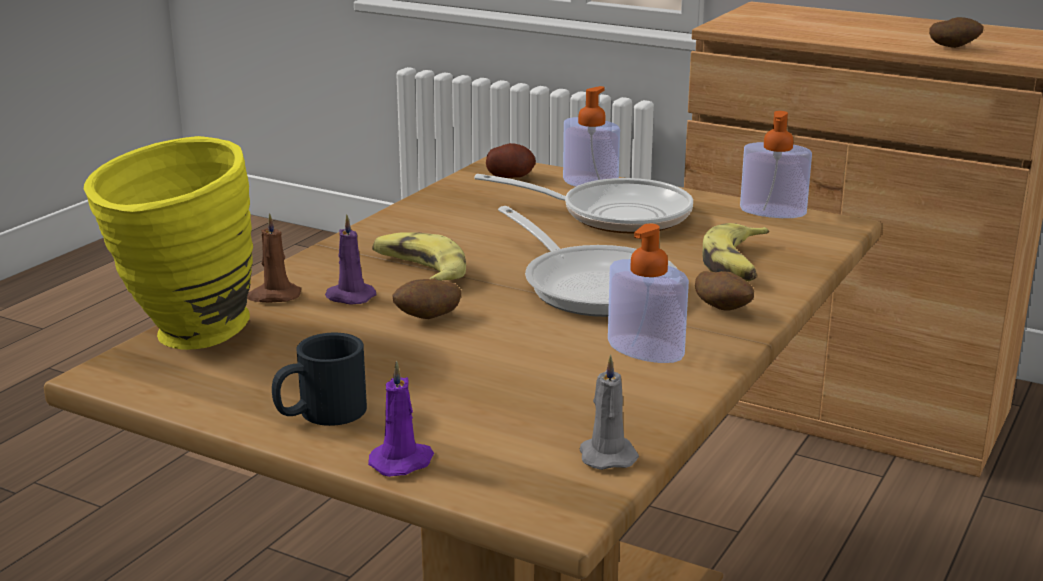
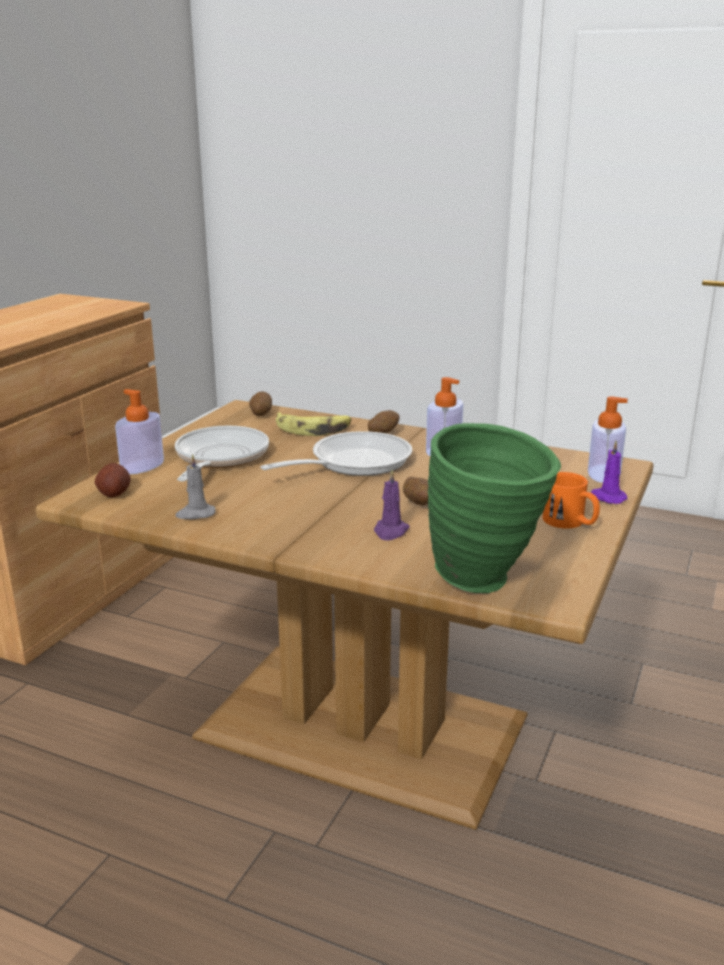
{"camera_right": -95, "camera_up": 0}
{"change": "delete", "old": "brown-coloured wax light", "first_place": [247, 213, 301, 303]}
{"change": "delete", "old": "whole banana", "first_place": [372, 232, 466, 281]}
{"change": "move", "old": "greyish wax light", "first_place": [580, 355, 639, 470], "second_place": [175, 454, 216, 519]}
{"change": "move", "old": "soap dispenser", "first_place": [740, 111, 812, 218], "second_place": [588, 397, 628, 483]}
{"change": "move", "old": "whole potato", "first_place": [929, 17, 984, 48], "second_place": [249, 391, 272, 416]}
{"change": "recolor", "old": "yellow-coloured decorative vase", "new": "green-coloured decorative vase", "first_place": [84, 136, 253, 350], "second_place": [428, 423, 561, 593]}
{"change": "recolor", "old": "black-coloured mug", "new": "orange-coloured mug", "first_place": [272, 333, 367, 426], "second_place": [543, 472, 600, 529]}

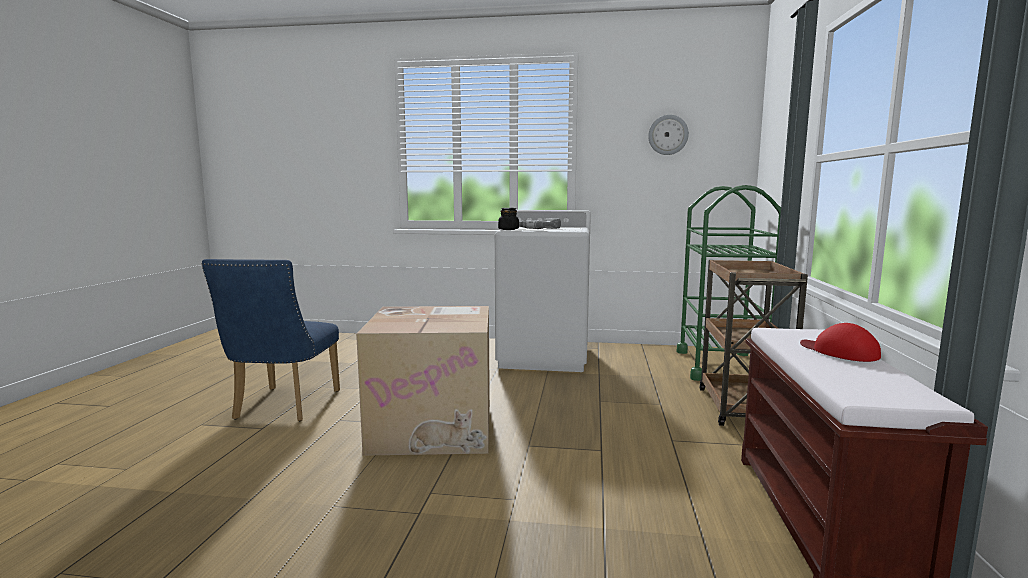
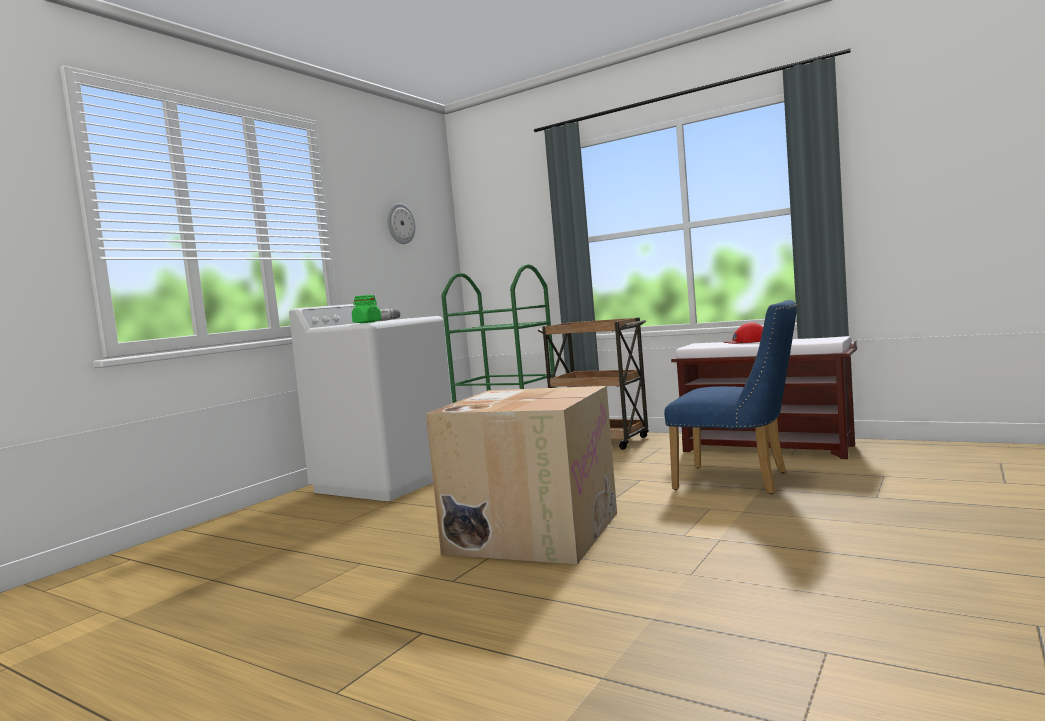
{"camera_right": -65, "camera_up": -5}
{"change": "move", "old": "blue-coloured plain chair", "first_place": [202, 259, 340, 421], "second_place": [664, 300, 797, 494]}
{"change": "recolor", "old": "black-coloured preserve jar", "new": "green-coloured preserve jar", "first_place": [498, 208, 519, 230], "second_place": [352, 295, 381, 324]}

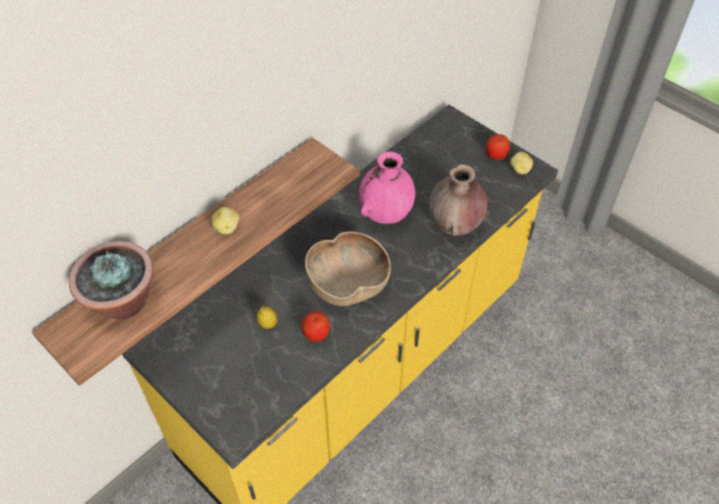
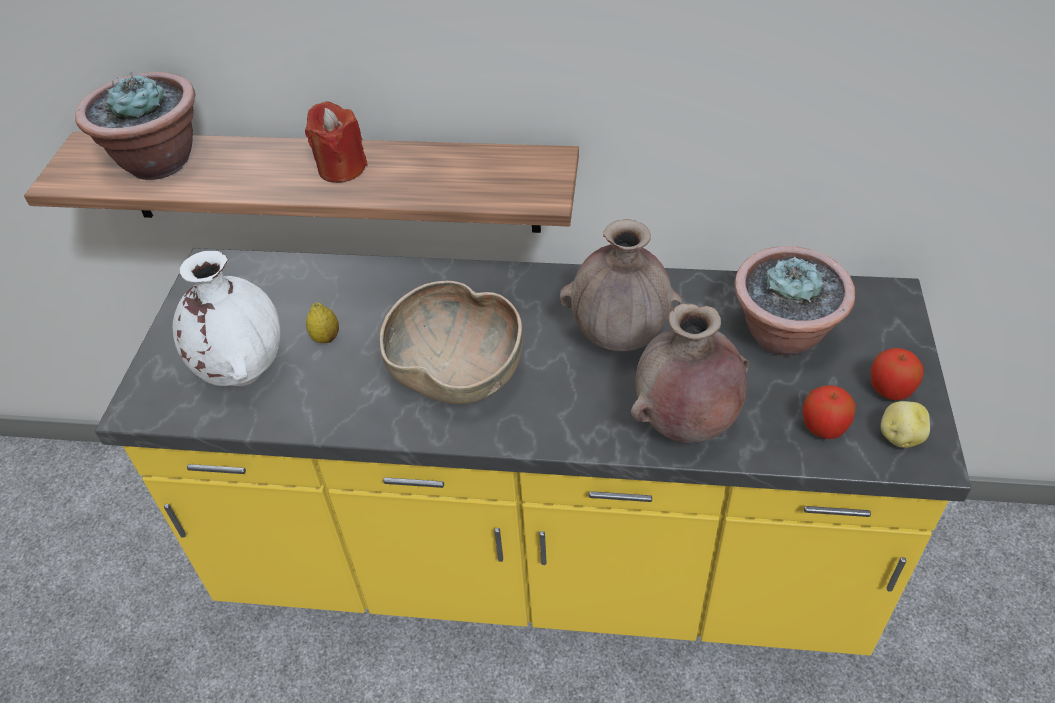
{"camera_right": 55, "camera_up": -5}
{"change": "insert", "new": "whitish decorative vase", "second_place": [173, 251, 280, 386]}
{"change": "insert", "new": "plant in a pot", "second_place": [734, 246, 855, 356]}
{"change": "move", "old": "apple fruit", "first_place": [301, 311, 330, 342], "second_place": [803, 385, 856, 439]}
{"change": "replace", "old": "whole potato", "new": "red-coloured wax light", "first_place": [212, 207, 239, 235], "second_place": [305, 101, 368, 183]}
{"change": "recolor", "old": "pinkish decorative vase", "new": "brown-coloured decorative vase", "first_place": [359, 152, 415, 224], "second_place": [560, 219, 683, 352]}

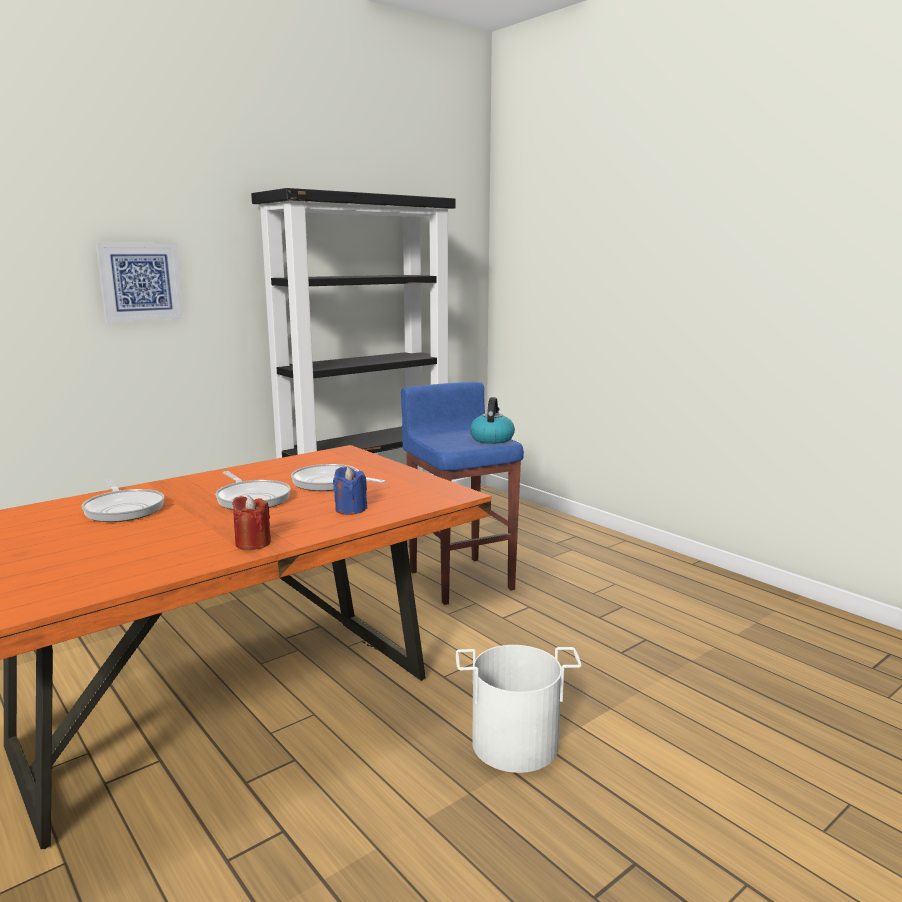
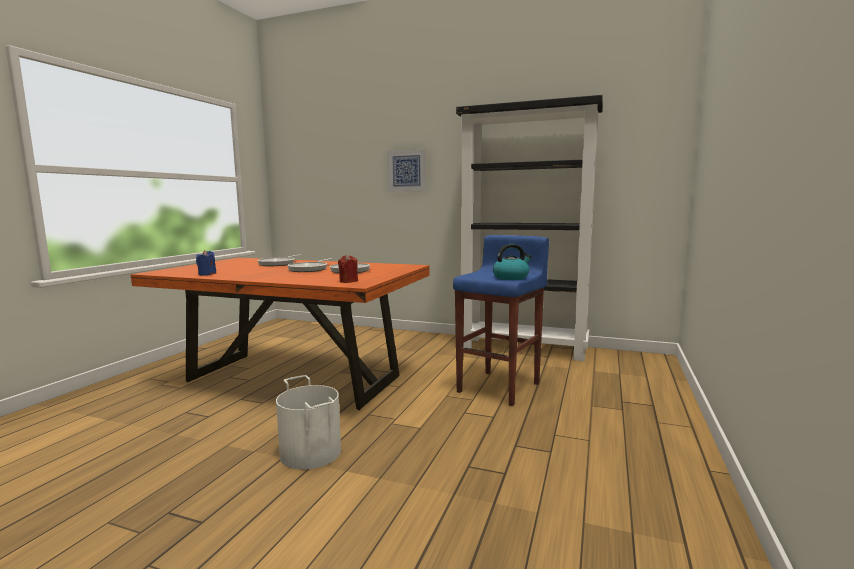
{"camera_right": 60, "camera_up": -5}
{"change": "move", "old": "red-coloured wax light", "first_place": [232, 496, 271, 550], "second_place": [338, 254, 358, 283]}
{"change": "move", "old": "blue-coloured wax light", "first_place": [333, 467, 367, 515], "second_place": [196, 250, 216, 275]}

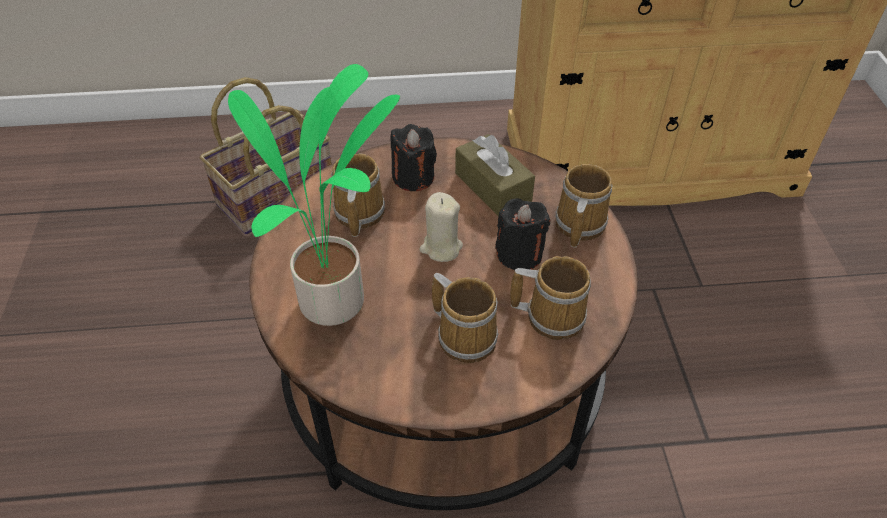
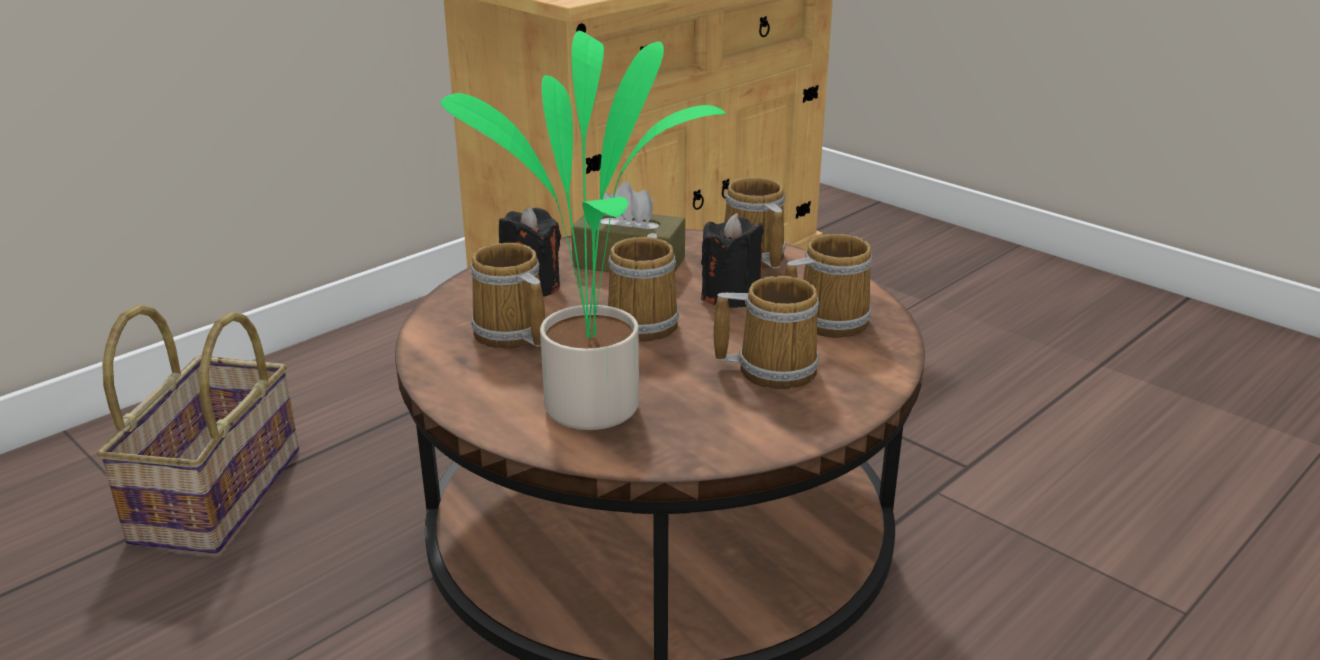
{"camera_right": -40, "camera_up": -20}
{"change": "replace", "old": "beige wax light", "new": "mug", "first_place": [420, 192, 463, 262], "second_place": [608, 233, 680, 342]}

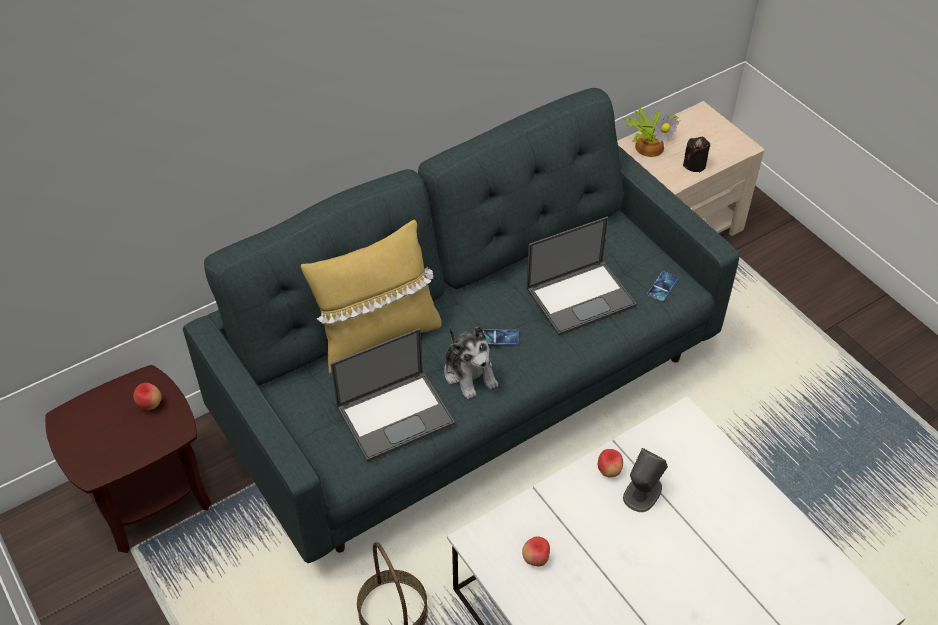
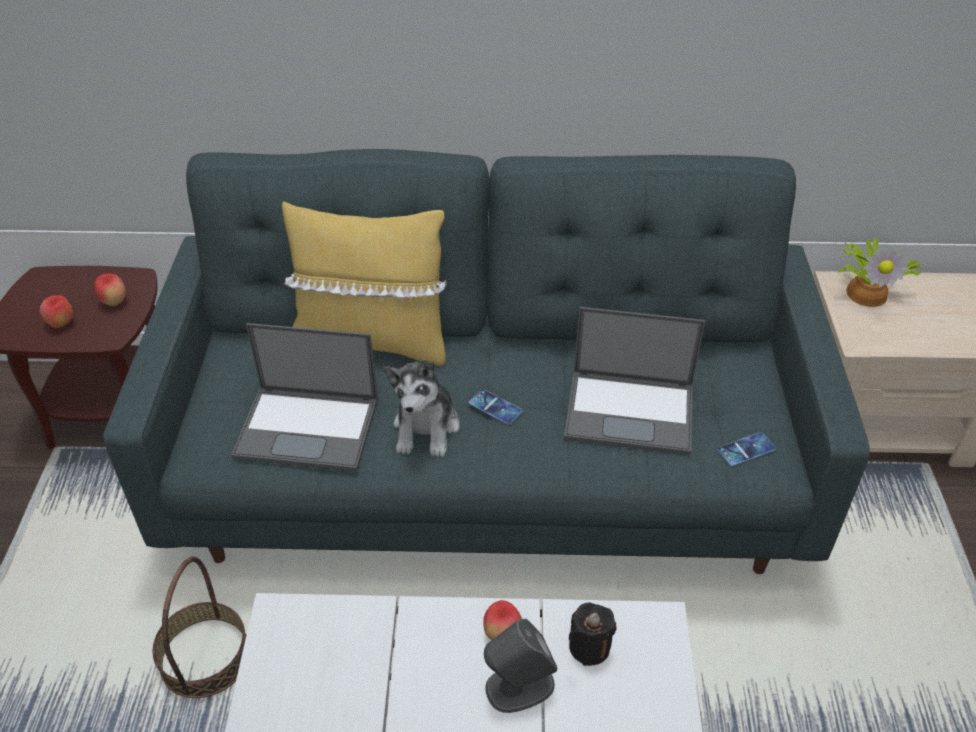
{"camera_right": 35, "camera_up": -5}
{"change": "move", "old": "apple fruit", "first_place": [522, 536, 550, 566], "second_place": [40, 295, 73, 328]}
{"change": "move", "old": "black-coloured wax light", "first_place": [683, 137, 710, 172], "second_place": [569, 603, 617, 666]}

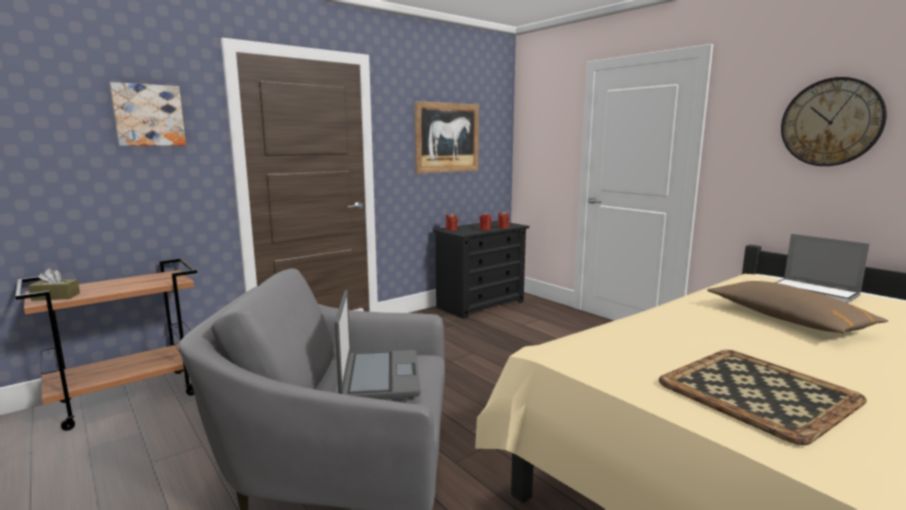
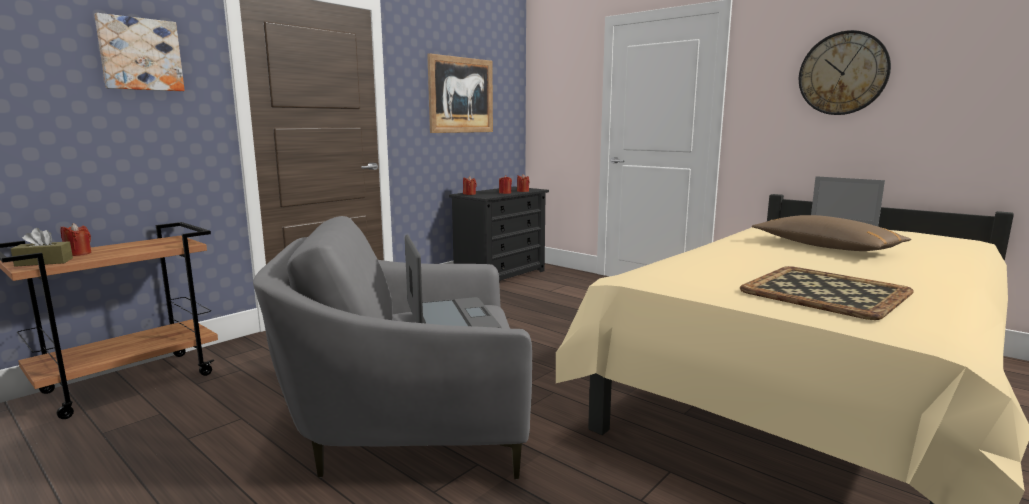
{"camera_right": -10, "camera_up": 0}
{"change": "insert", "new": "red-coloured wax light", "second_place": [60, 223, 92, 256]}

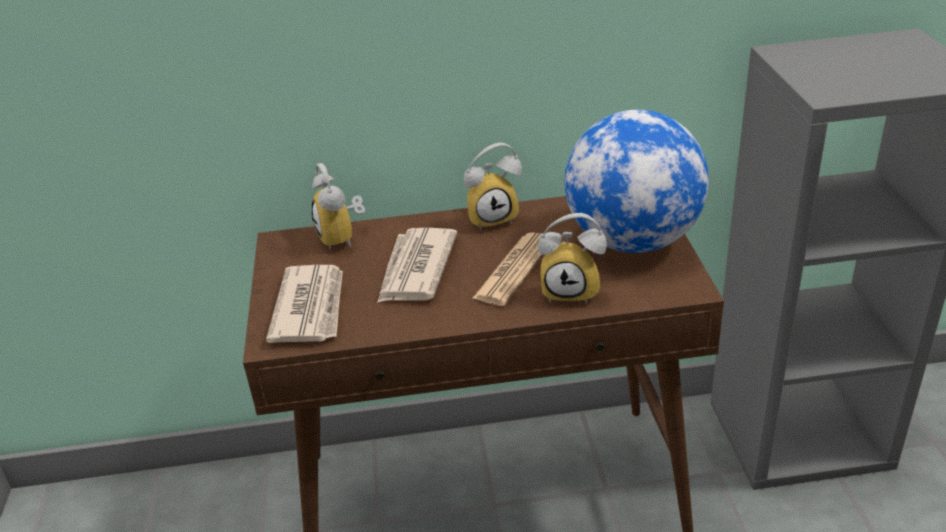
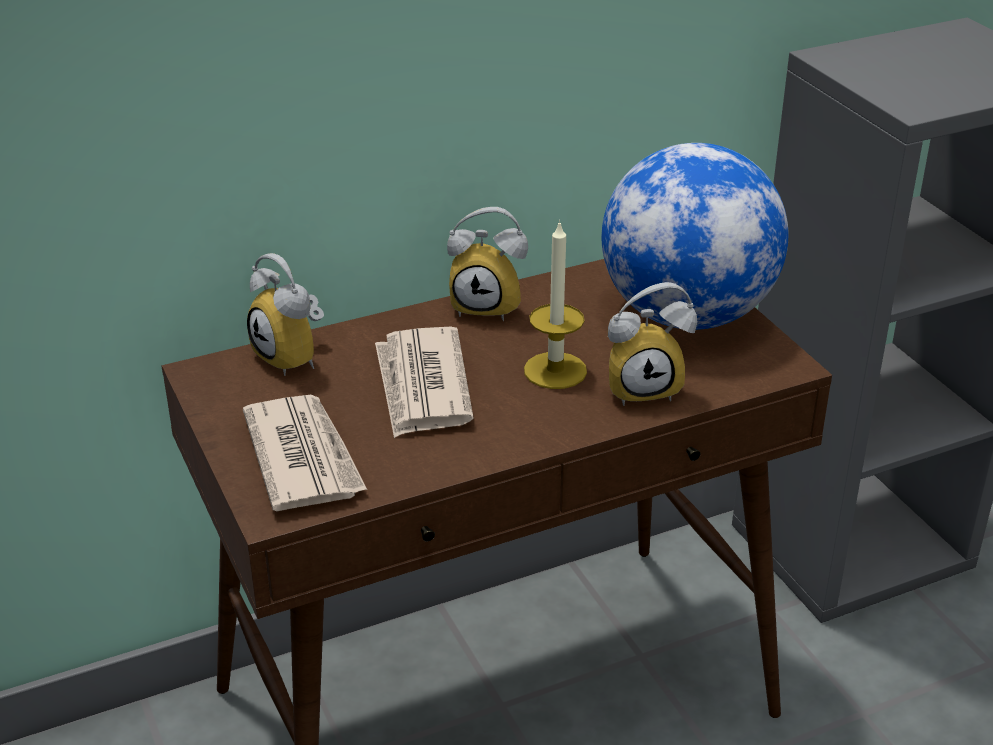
{"camera_right": -20, "camera_up": 0}
{"change": "replace", "old": "daily paper", "new": "wax light", "first_place": [472, 232, 542, 306], "second_place": [524, 220, 587, 389]}
{"change": "rotate", "old": "table clock", "first_place": [463, 143, 522, 231], "second_place": [447, 207, 528, 321], "degrees": 45}

